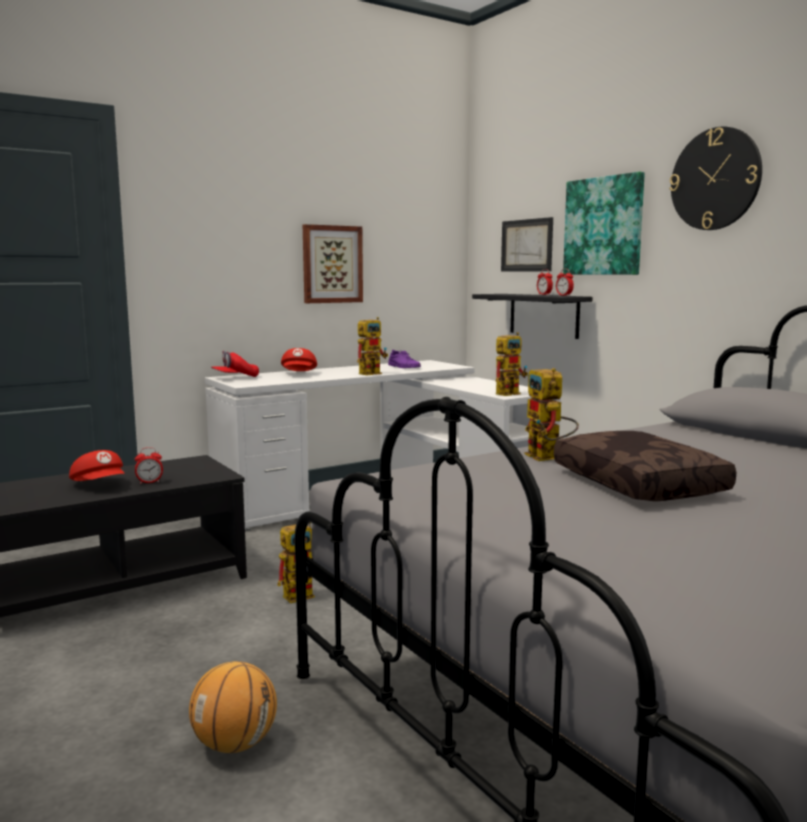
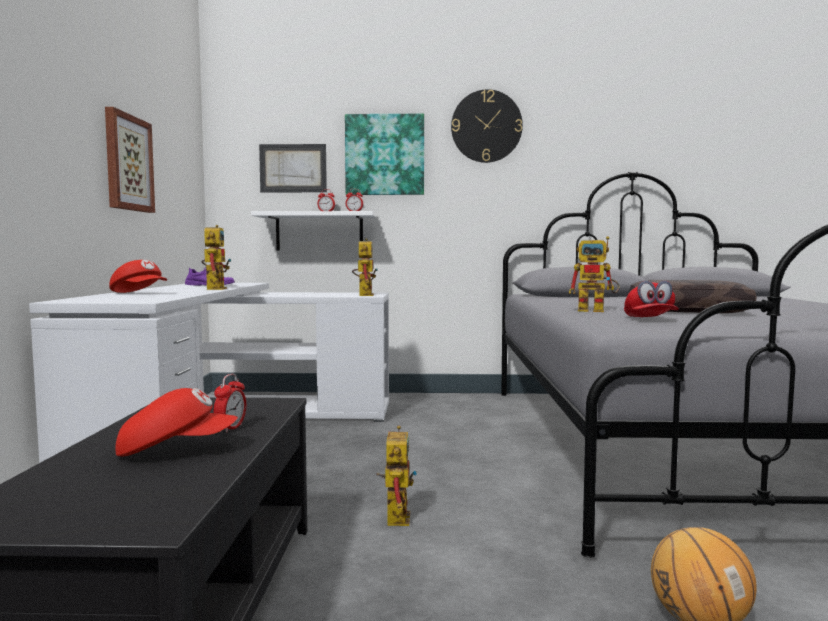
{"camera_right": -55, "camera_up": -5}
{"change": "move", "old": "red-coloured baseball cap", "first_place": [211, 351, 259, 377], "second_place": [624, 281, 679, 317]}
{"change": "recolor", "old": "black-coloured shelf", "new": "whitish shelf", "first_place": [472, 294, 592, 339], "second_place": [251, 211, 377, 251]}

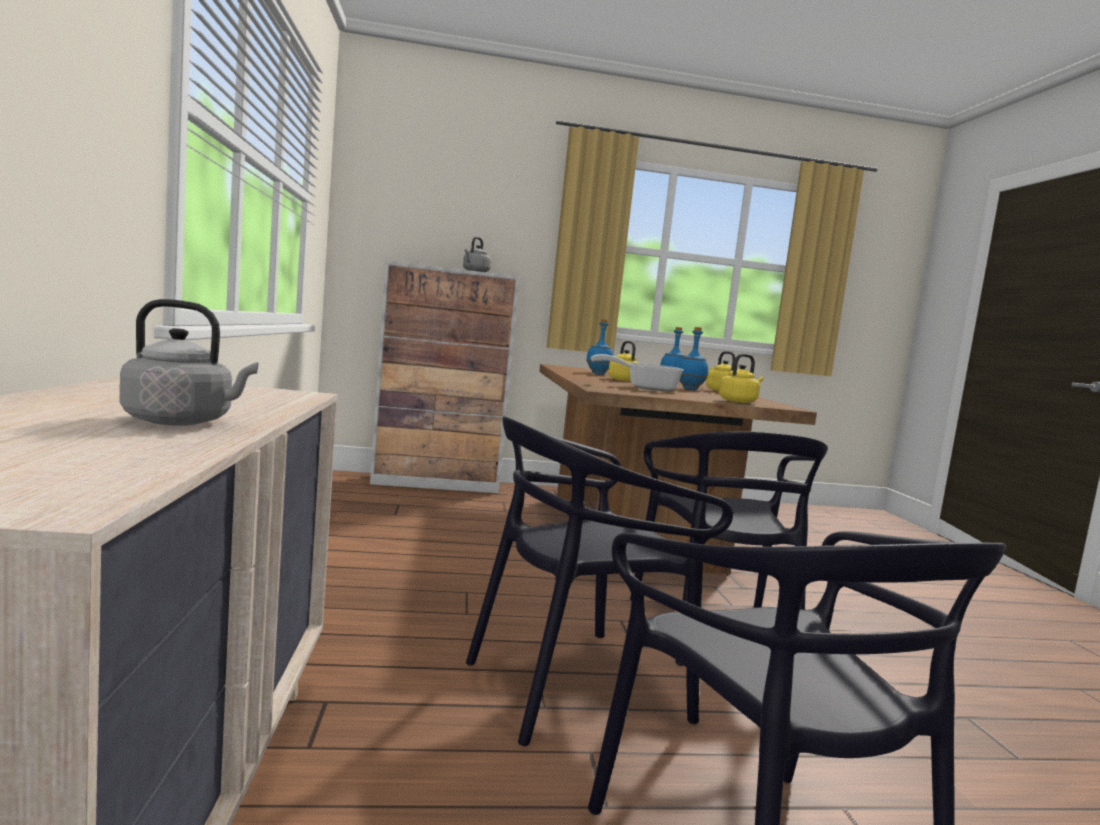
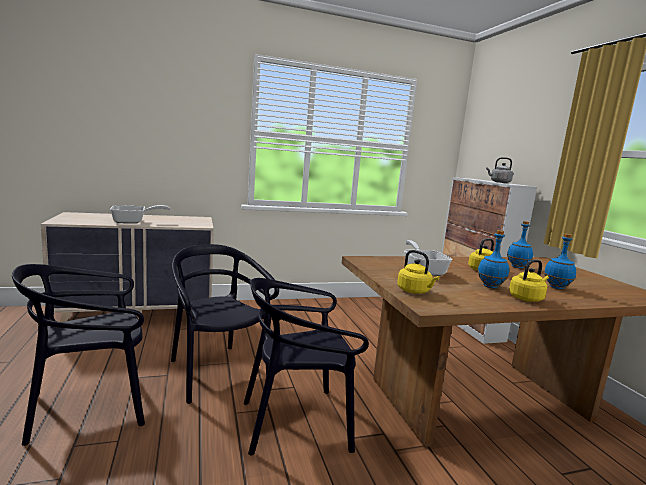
{"camera_right": 80, "camera_up": 5}
{"change": "replace", "old": "greyish kettle", "new": "skillet", "first_place": [120, 299, 258, 426], "second_place": [110, 205, 171, 224]}

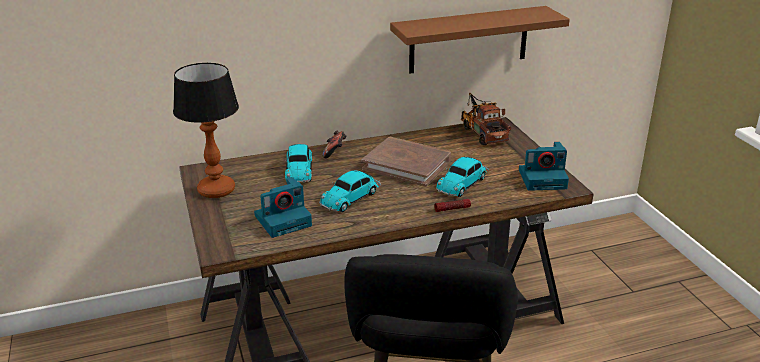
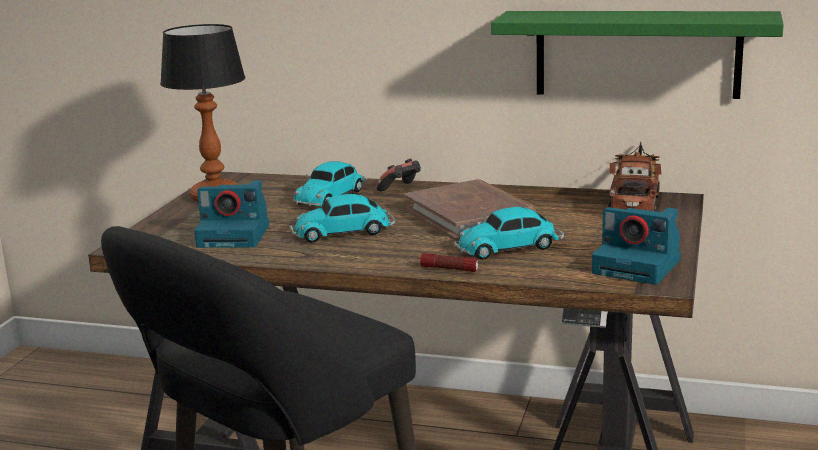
{"camera_right": 35, "camera_up": -10}
{"change": "recolor", "old": "brown-coloured shelf", "new": "green-coloured shelf", "first_place": [390, 6, 570, 73], "second_place": [491, 11, 784, 99]}

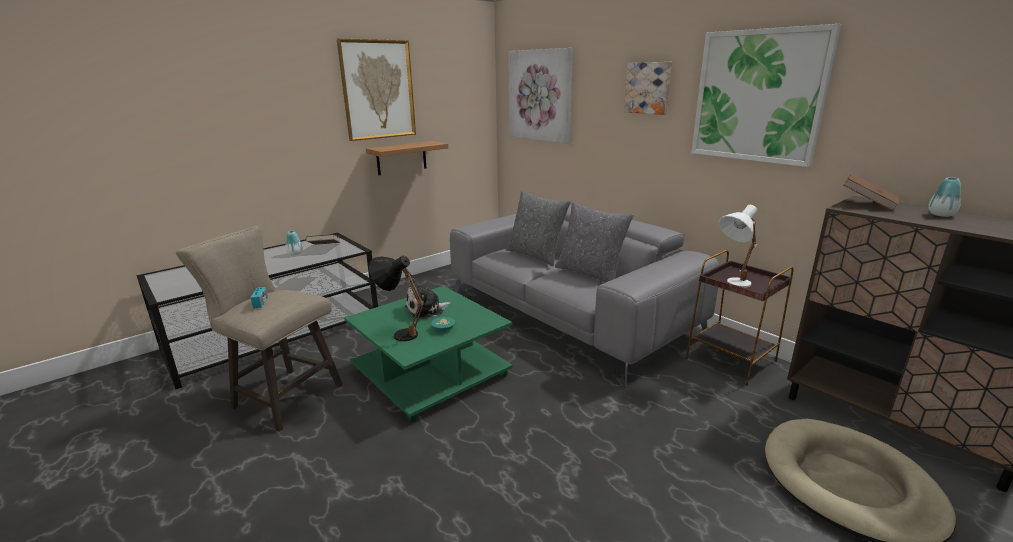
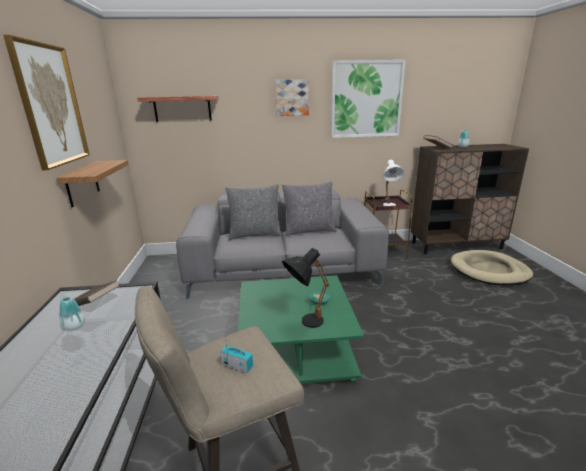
{"camera_right": -55, "camera_up": 0}
{"change": "delete", "old": "cuddly toy", "first_place": [405, 278, 451, 319]}
{"change": "replace", "old": "wall picture", "new": "shelf", "first_place": [509, 48, 573, 144], "second_place": [137, 96, 218, 122]}

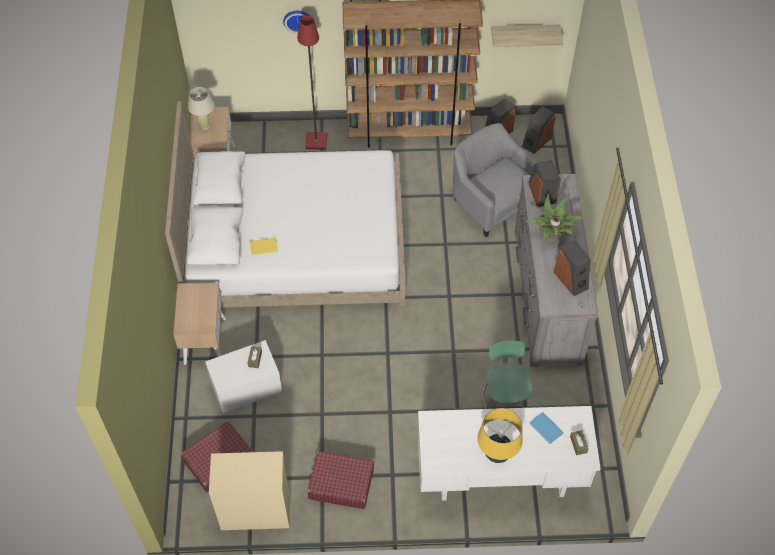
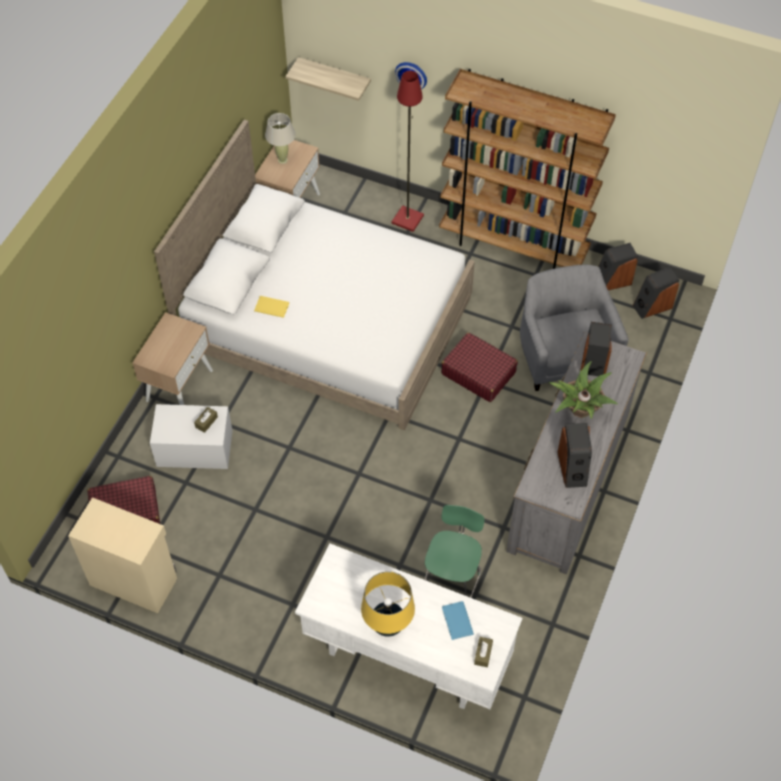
{"camera_right": 25, "camera_up": 0}
{"change": "move", "old": "red-coloured travel case", "first_place": [307, 451, 374, 509], "second_place": [441, 332, 518, 402]}
{"change": "move", "old": "shelf", "first_place": [491, 25, 563, 47], "second_place": [285, 57, 371, 101]}

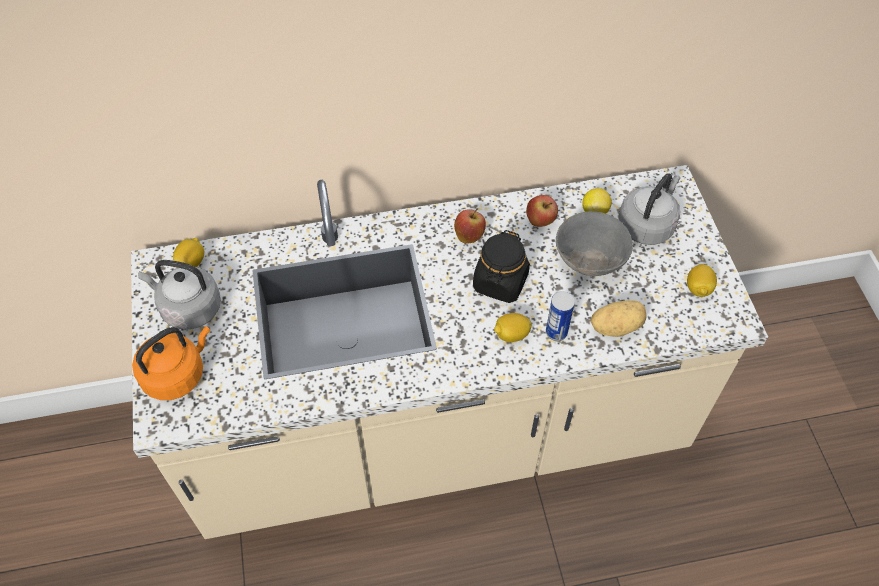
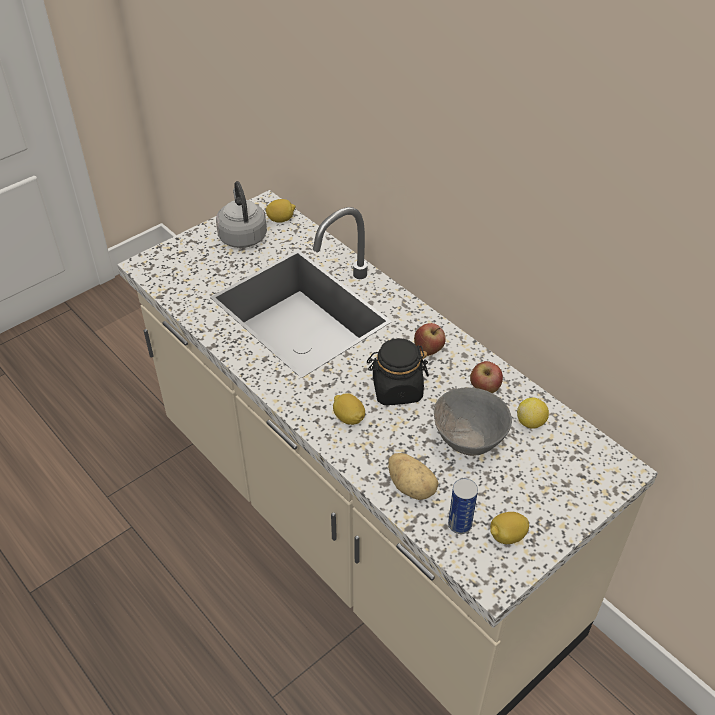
{"camera_right": 60, "camera_up": -10}
{"change": "delete", "old": "orange-coloured kettle", "first_place": [132, 326, 210, 400]}
{"change": "delete", "old": "greyish kettle", "first_place": [619, 173, 680, 245]}
{"change": "move", "old": "metal can", "first_place": [546, 291, 575, 341], "second_place": [448, 478, 478, 534]}

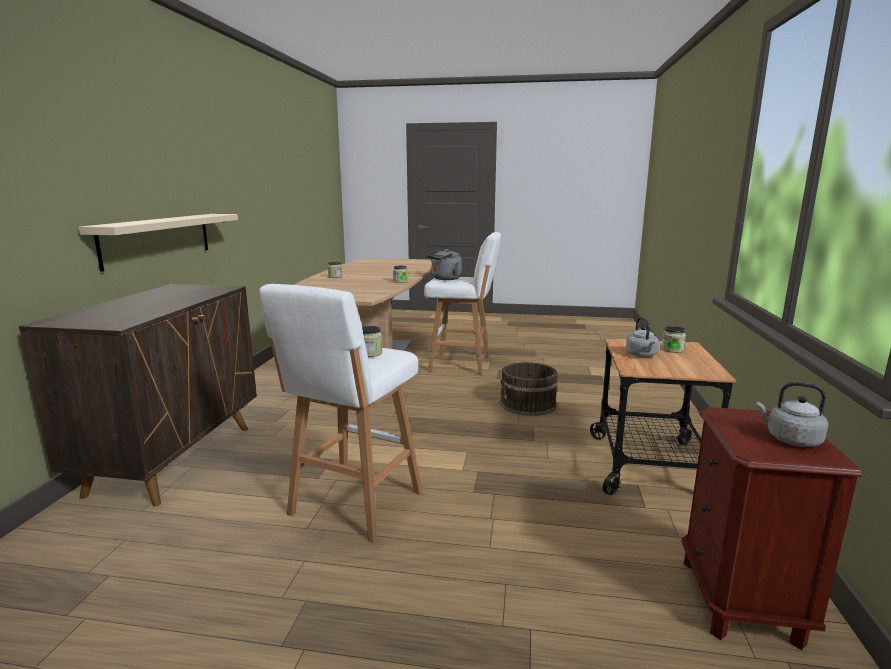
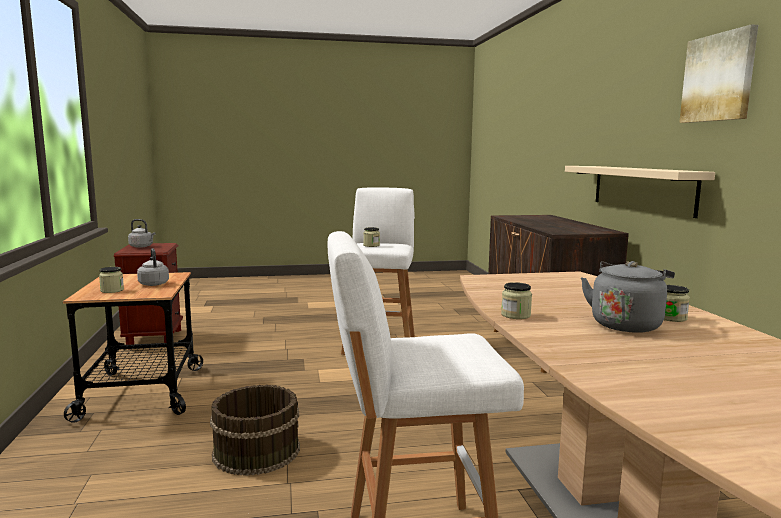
{"camera_right": 160, "camera_up": -5}
{"change": "insert", "new": "wall picture", "second_place": [679, 24, 758, 123]}
{"change": "move", "old": "greyish kettle", "first_place": [426, 249, 462, 280], "second_place": [581, 261, 675, 333]}

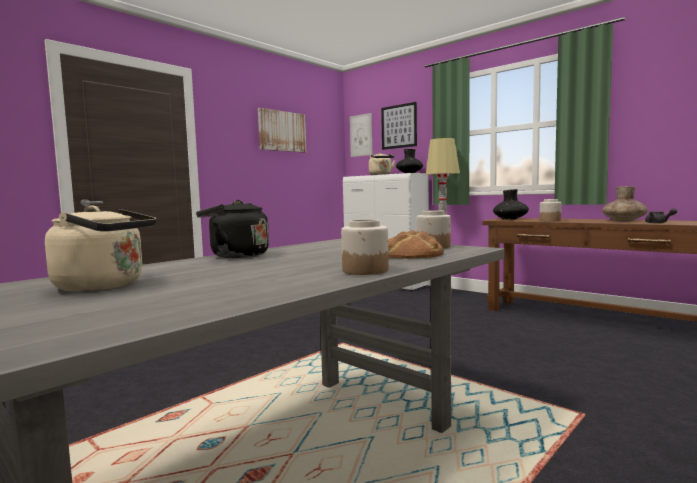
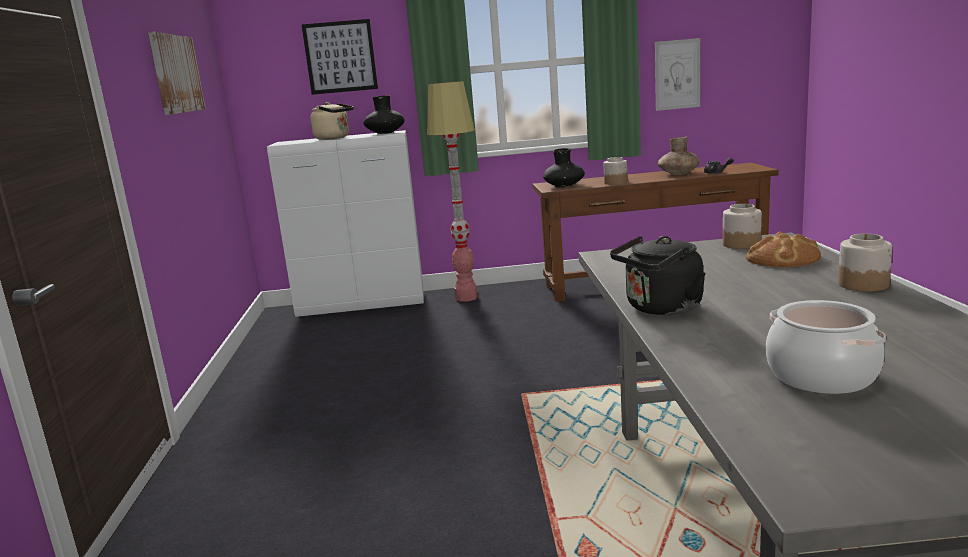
{"camera_right": -45, "camera_up": 10}
{"change": "move", "old": "wall picture", "first_place": [350, 113, 372, 157], "second_place": [655, 38, 700, 111]}
{"change": "replace", "old": "beige kettle", "new": "cooking pot", "first_place": [45, 205, 156, 292], "second_place": [766, 300, 886, 394]}

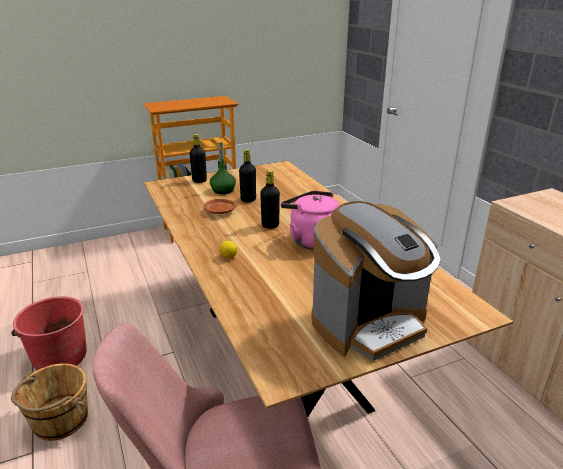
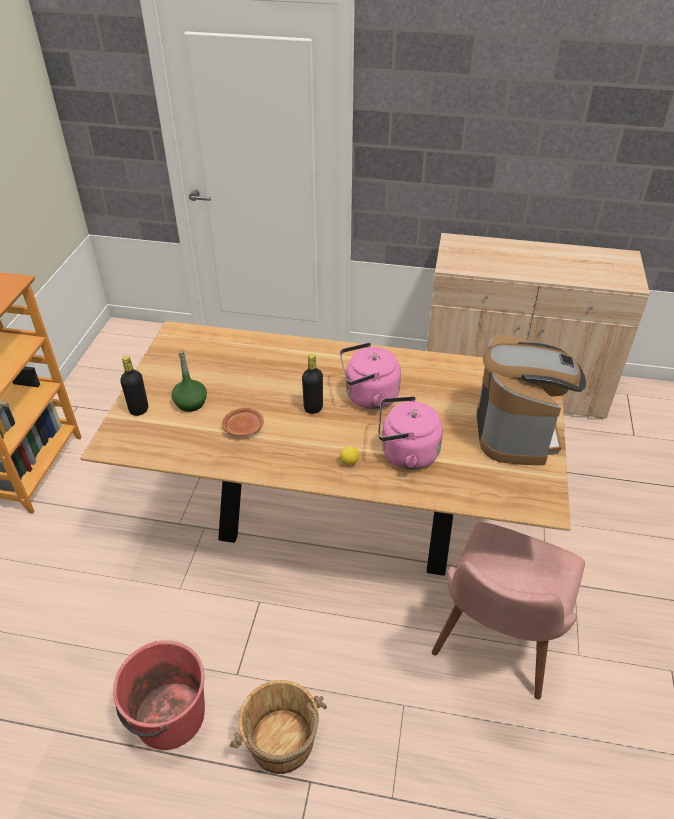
{"camera_right": -55, "camera_up": 15}
{"change": "delete", "old": "black-coloured beverage bottle", "first_place": [239, 149, 256, 202]}
{"change": "insert", "new": "pinkish kettle", "second_place": [378, 396, 443, 469]}

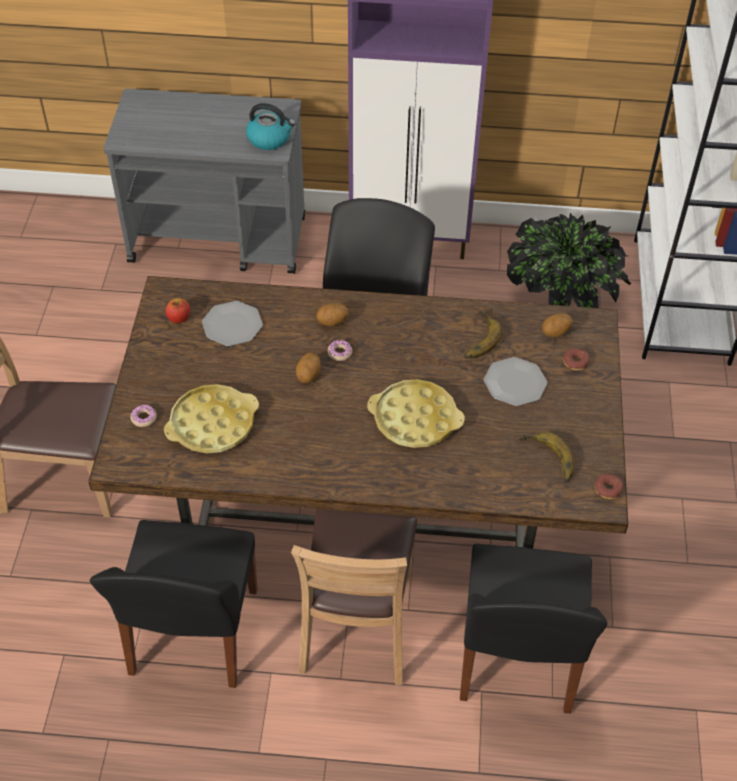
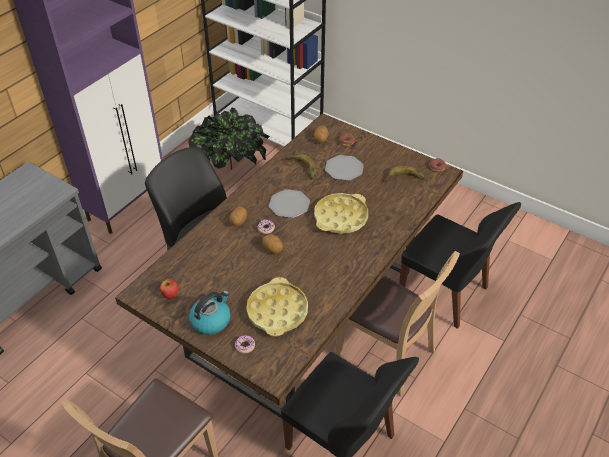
{"camera_right": -60, "camera_up": -5}
{"change": "move", "old": "dinner plate", "first_place": [202, 301, 263, 346], "second_place": [269, 189, 310, 218]}
{"change": "move", "old": "kettle", "first_place": [246, 103, 296, 150], "second_place": [189, 291, 230, 335]}

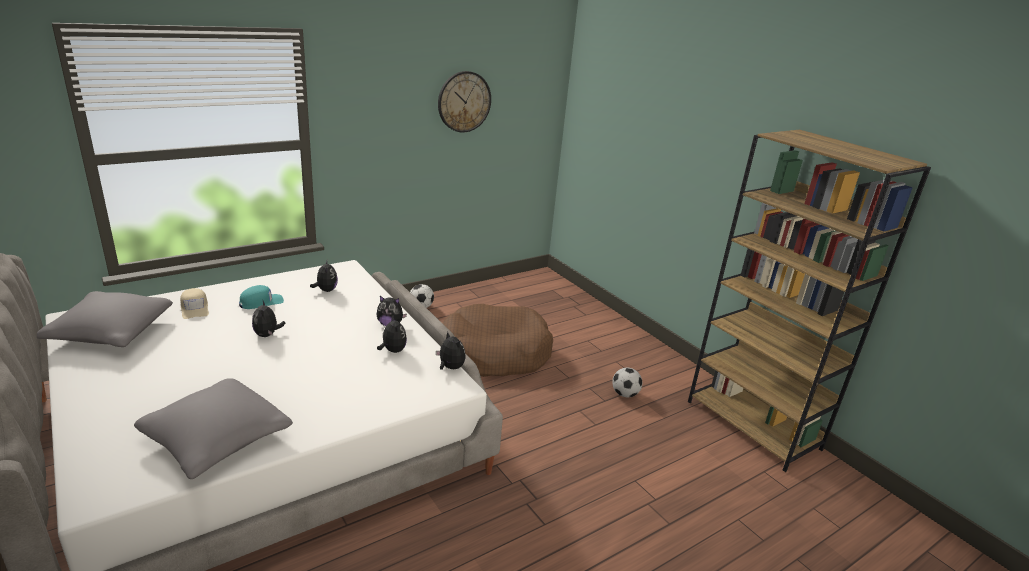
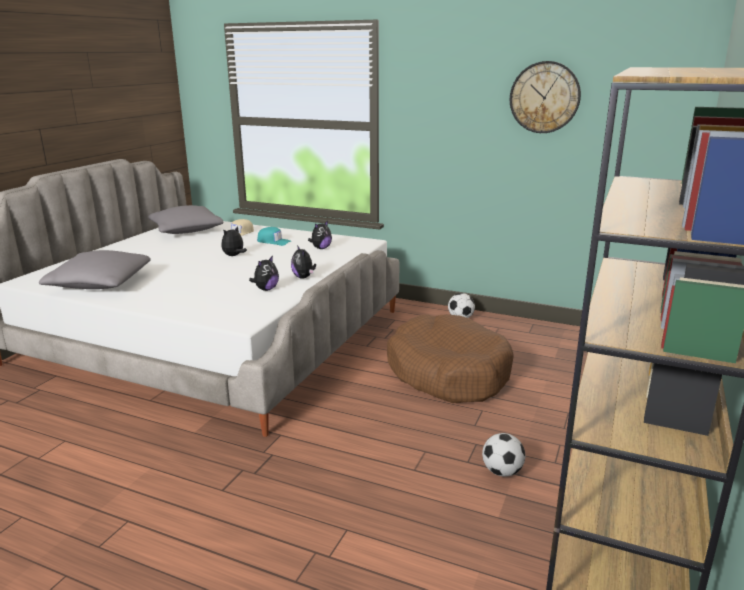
{"camera_right": 60, "camera_up": -5}
{"change": "delete", "old": "cuddly toy", "first_place": [436, 332, 466, 370]}

